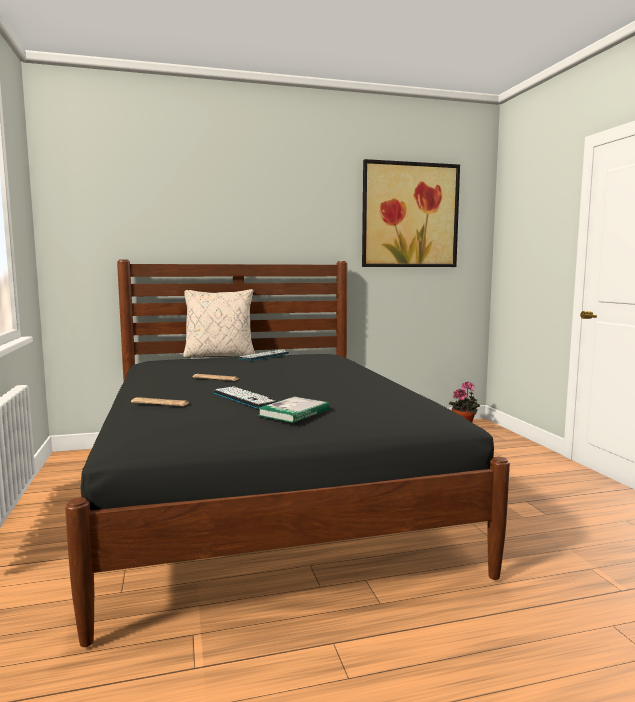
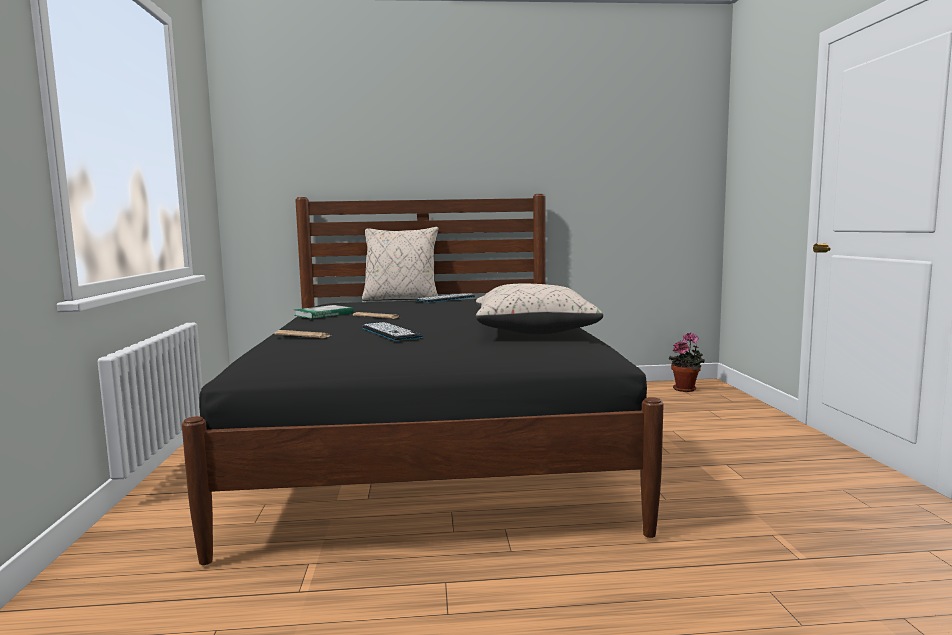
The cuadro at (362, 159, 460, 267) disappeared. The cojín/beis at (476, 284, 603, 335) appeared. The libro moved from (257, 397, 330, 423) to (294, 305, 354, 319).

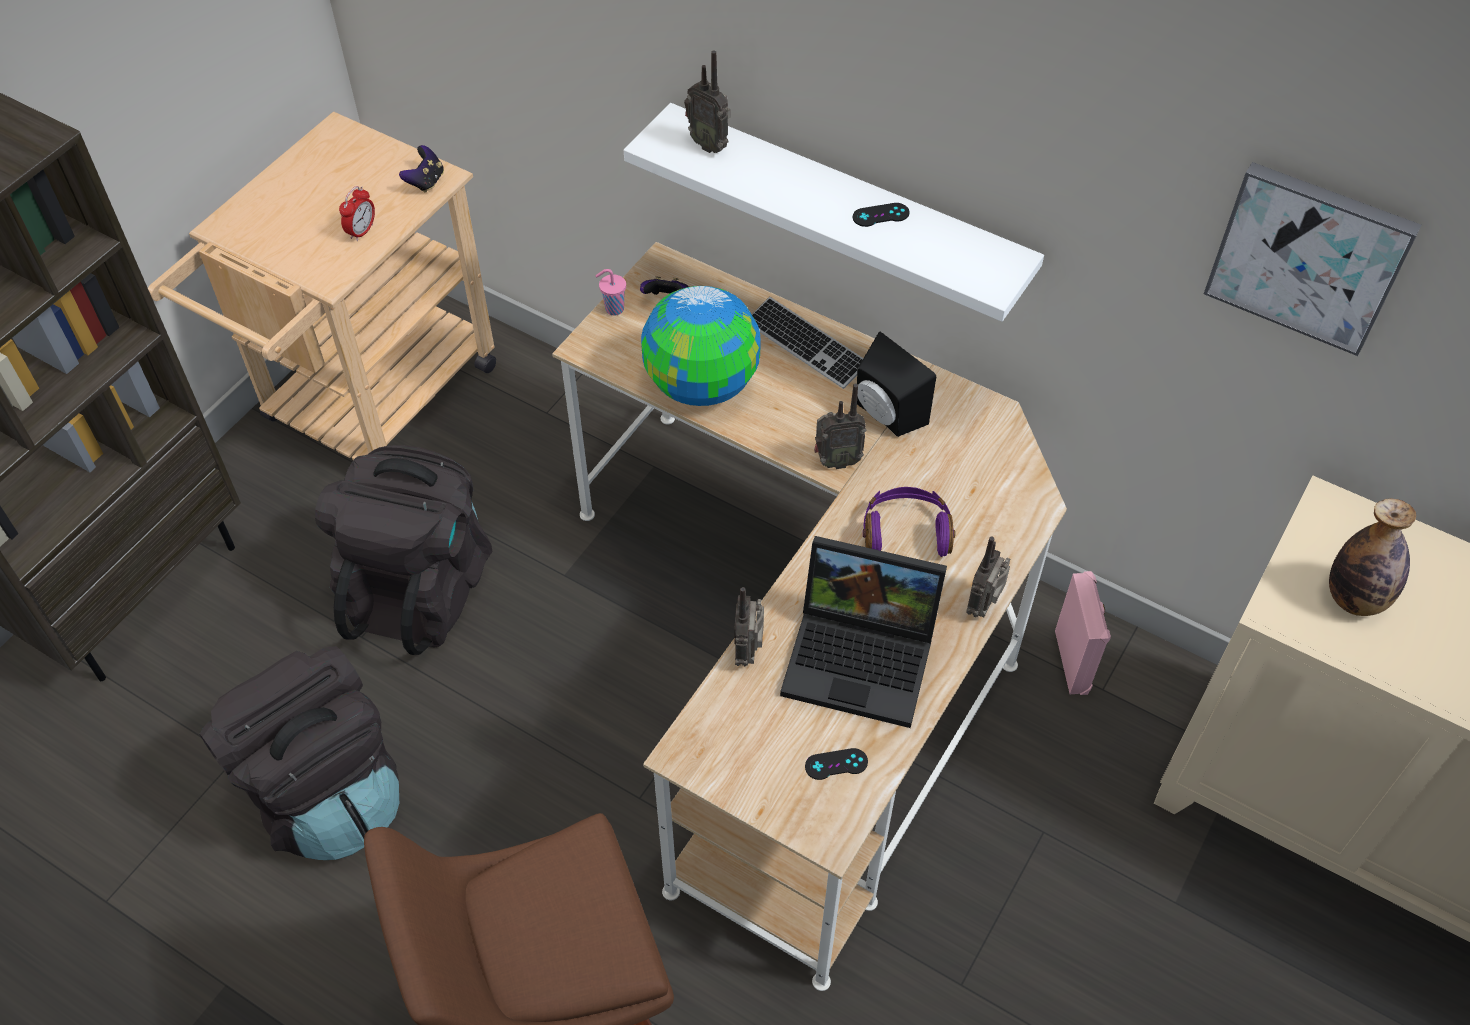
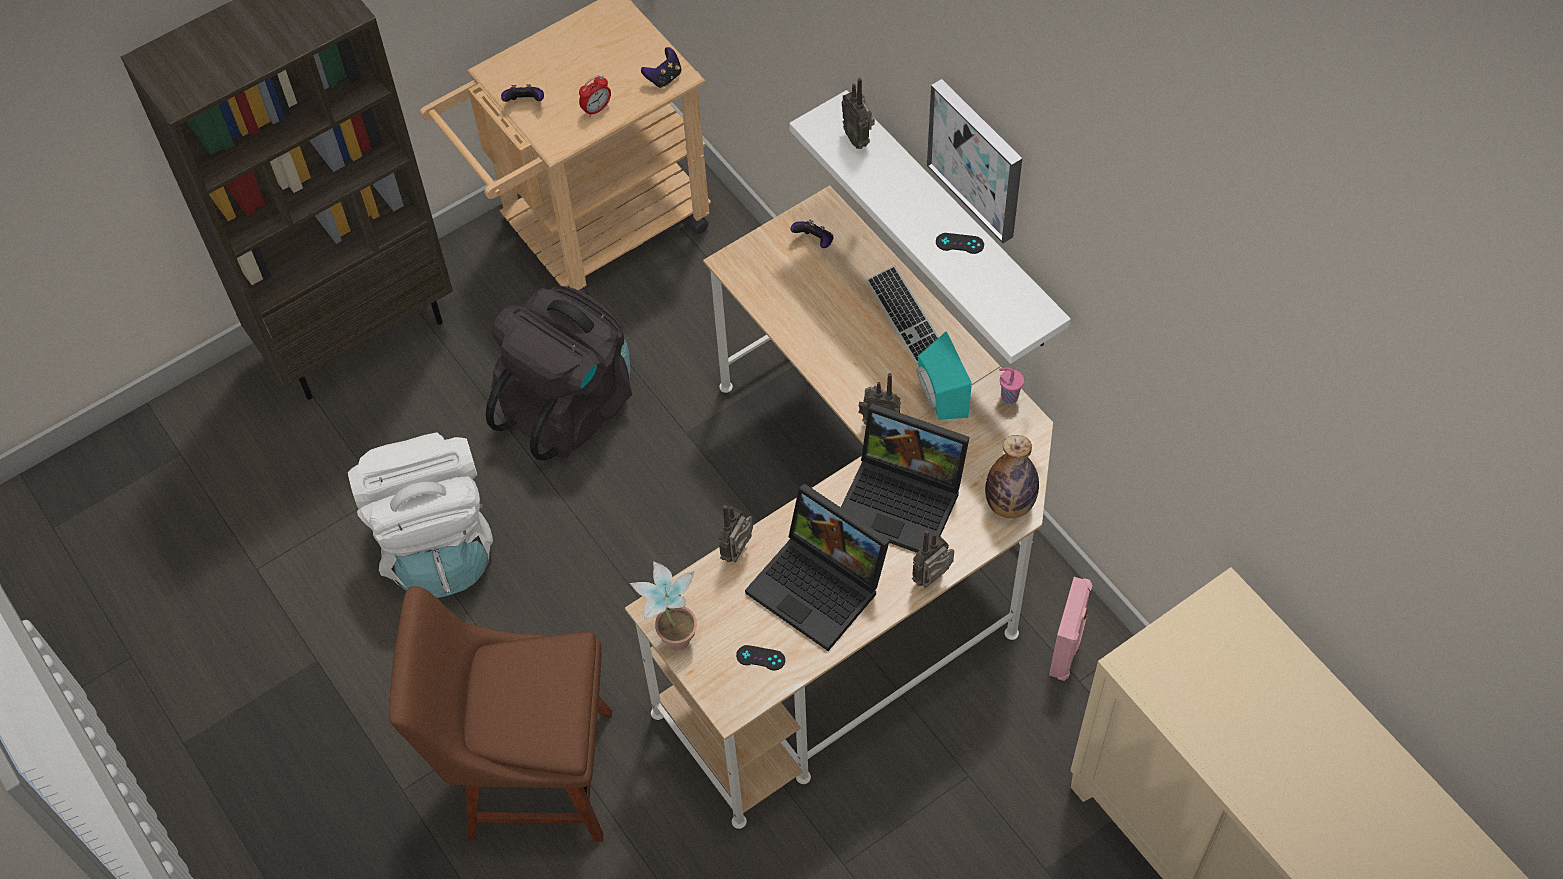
The globo terráqueo at (641, 286, 761, 406) disappeared. The mando de consola at (501, 84, 544, 102) appeared. The planta en maceta at (630, 561, 697, 650) appeared. The taza/rosa moved from (596, 269, 626, 316) to (999, 367, 1024, 404). The cuadro moved from (1204, 162, 1422, 356) to (927, 79, 1022, 243). The botella moved from (1329, 499, 1416, 616) to (985, 435, 1039, 518). The auriculares/morado at (863, 487, 955, 557) was replaced by the portátil at (841, 403, 970, 553). The mochila/negro at (200, 646, 399, 860) became the mochila/blanco at (348, 432, 493, 598). The altavoz/negro at (857, 332, 936, 437) became the altavoz/turquesa at (916, 331, 972, 420).

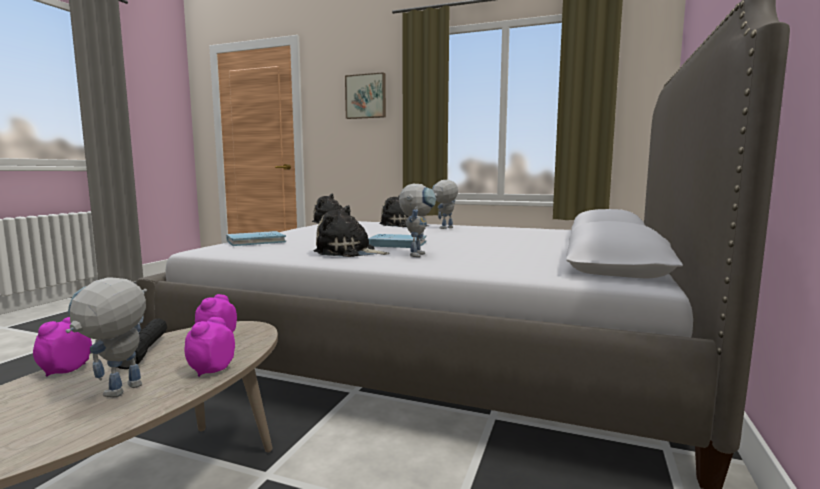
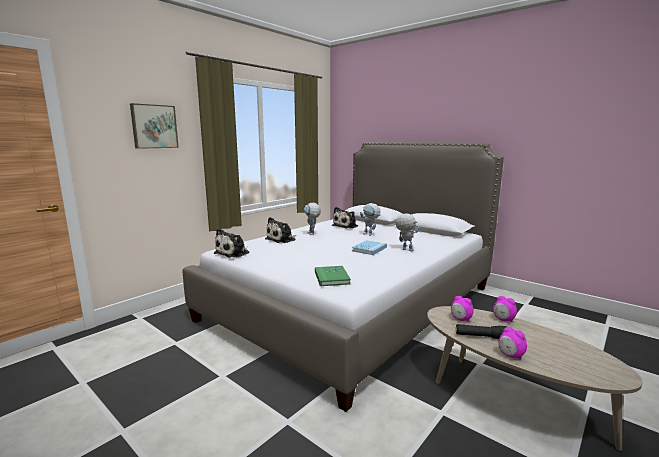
The robot de juguete moved from (66, 277, 147, 397) to (360, 203, 381, 236). The peluche moved from (314, 205, 390, 257) to (332, 207, 358, 229). The libro/azul at (226, 231, 286, 246) became the libro/verde at (315, 266, 351, 286).

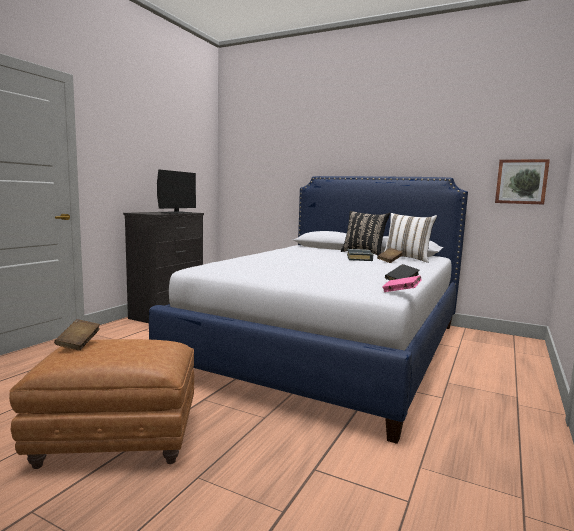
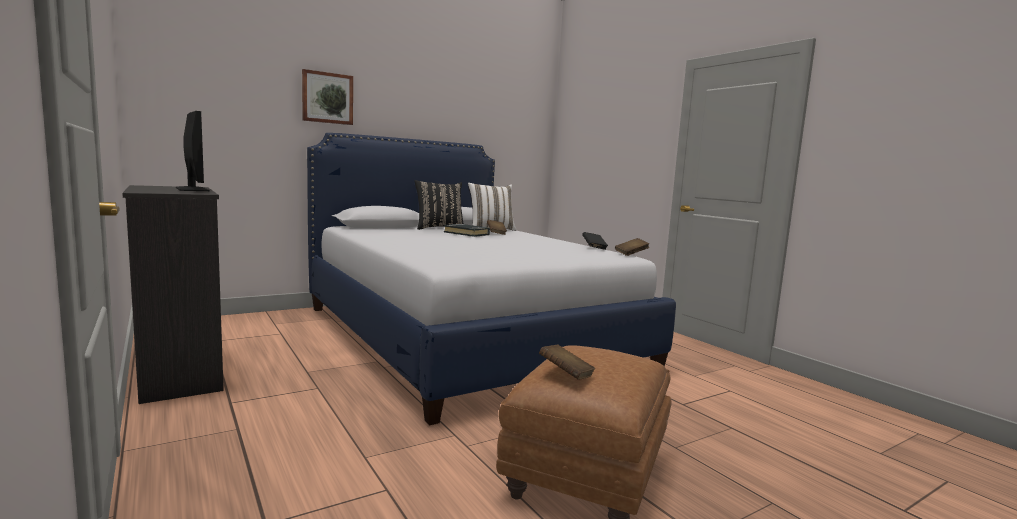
The cuadro moved from (495, 159, 550, 205) to (302, 69, 353, 125). The libro/rosa at (382, 275, 422, 292) became the libro/marrón at (615, 238, 649, 256).

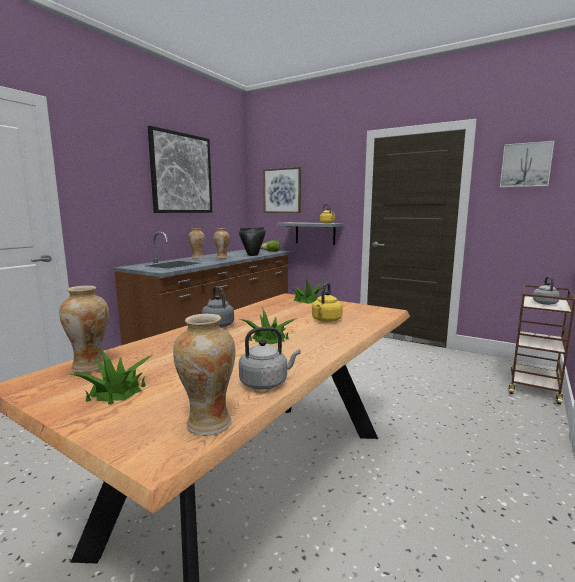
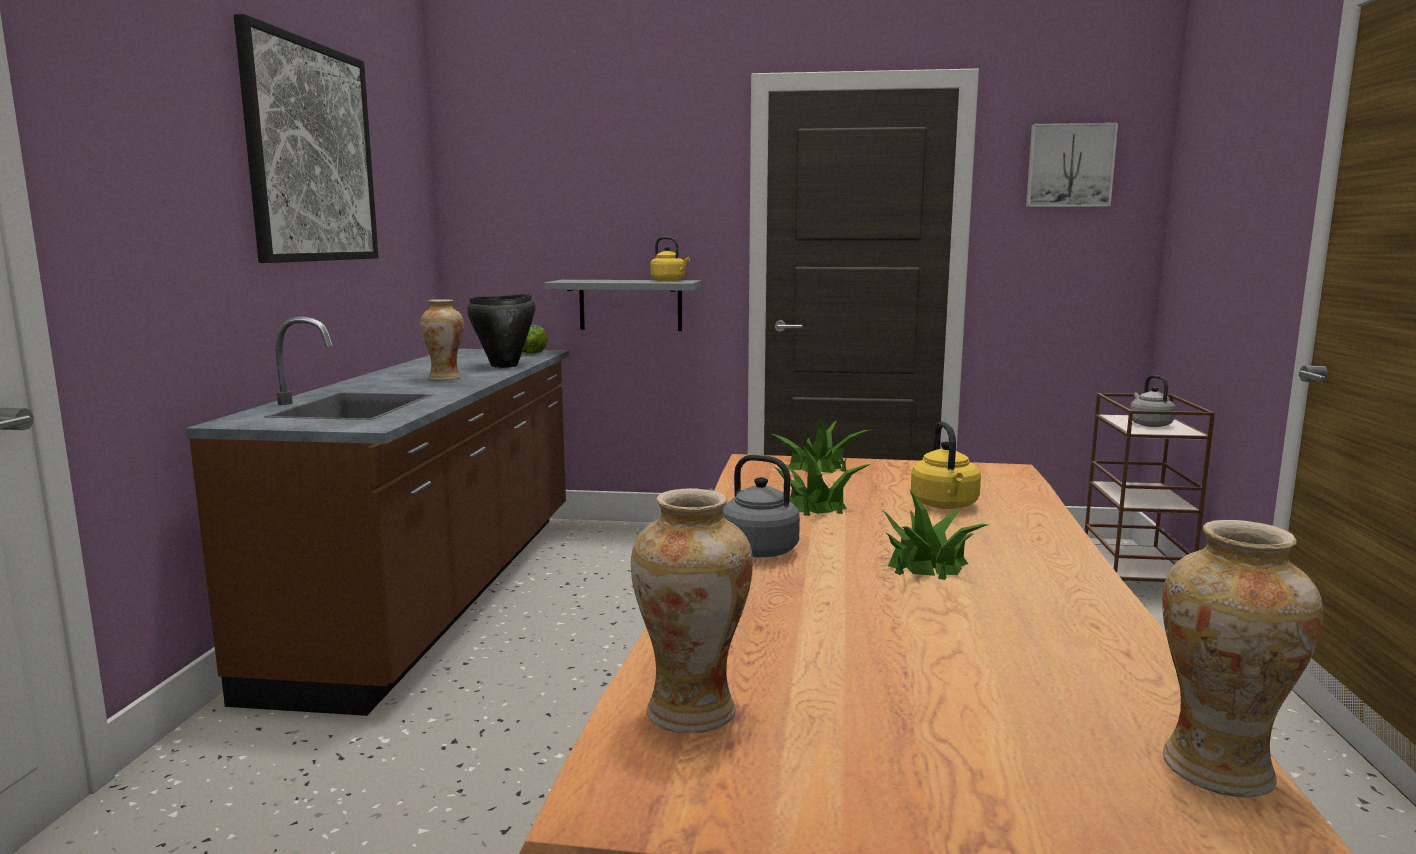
The florero at (188, 228, 205, 259) disappeared. The hervidor/gris at (239, 327, 301, 390) disappeared. The cuadro at (263, 167, 301, 213) disappeared. The planta en maceta moved from (71, 348, 152, 405) to (774, 447, 871, 516).

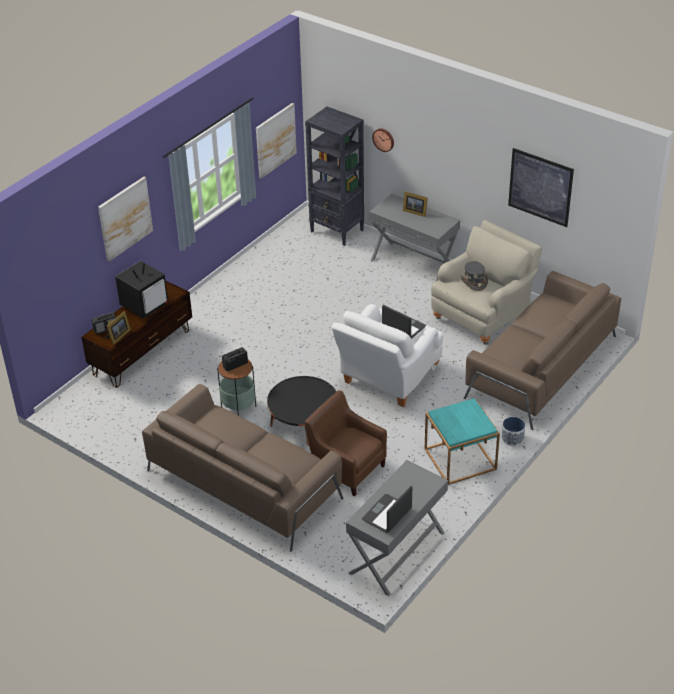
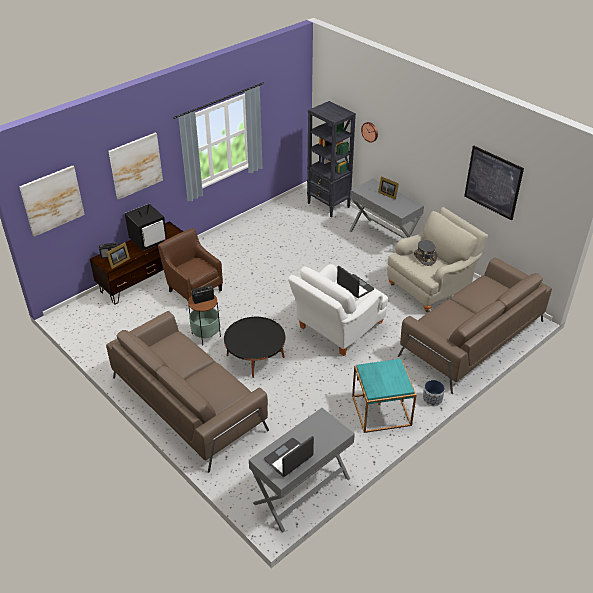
The cuadro moved from (256, 103, 297, 179) to (19, 165, 85, 237). The sillón/marrón moved from (305, 390, 387, 496) to (158, 228, 223, 301).

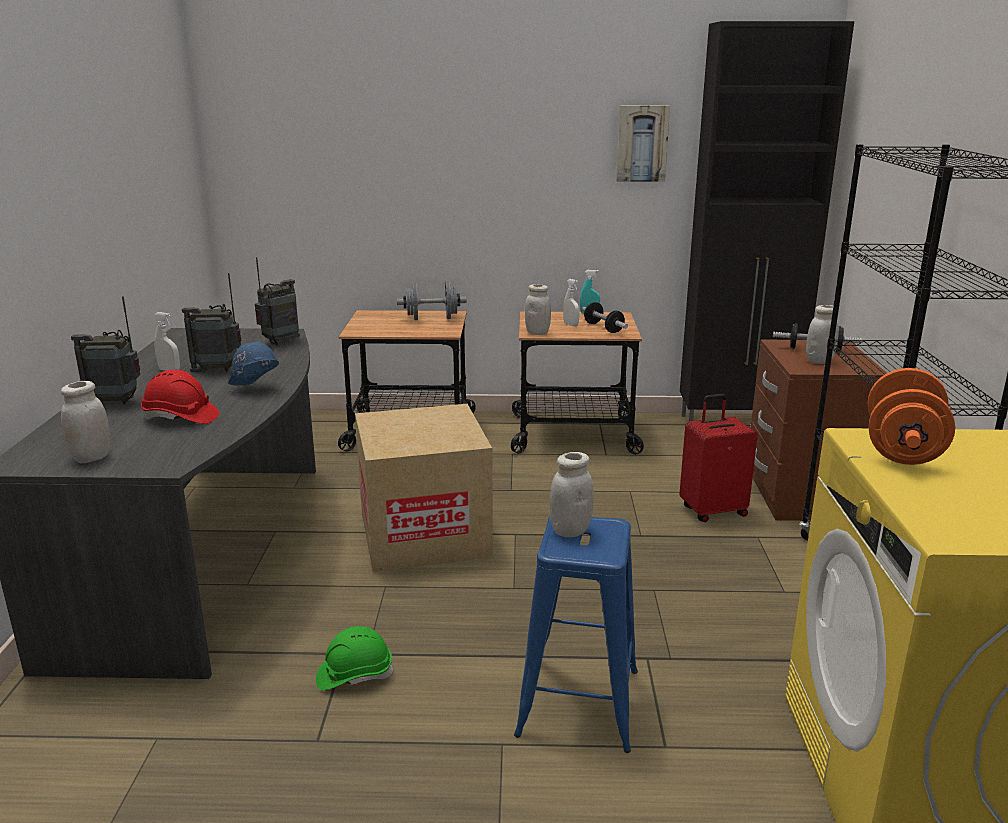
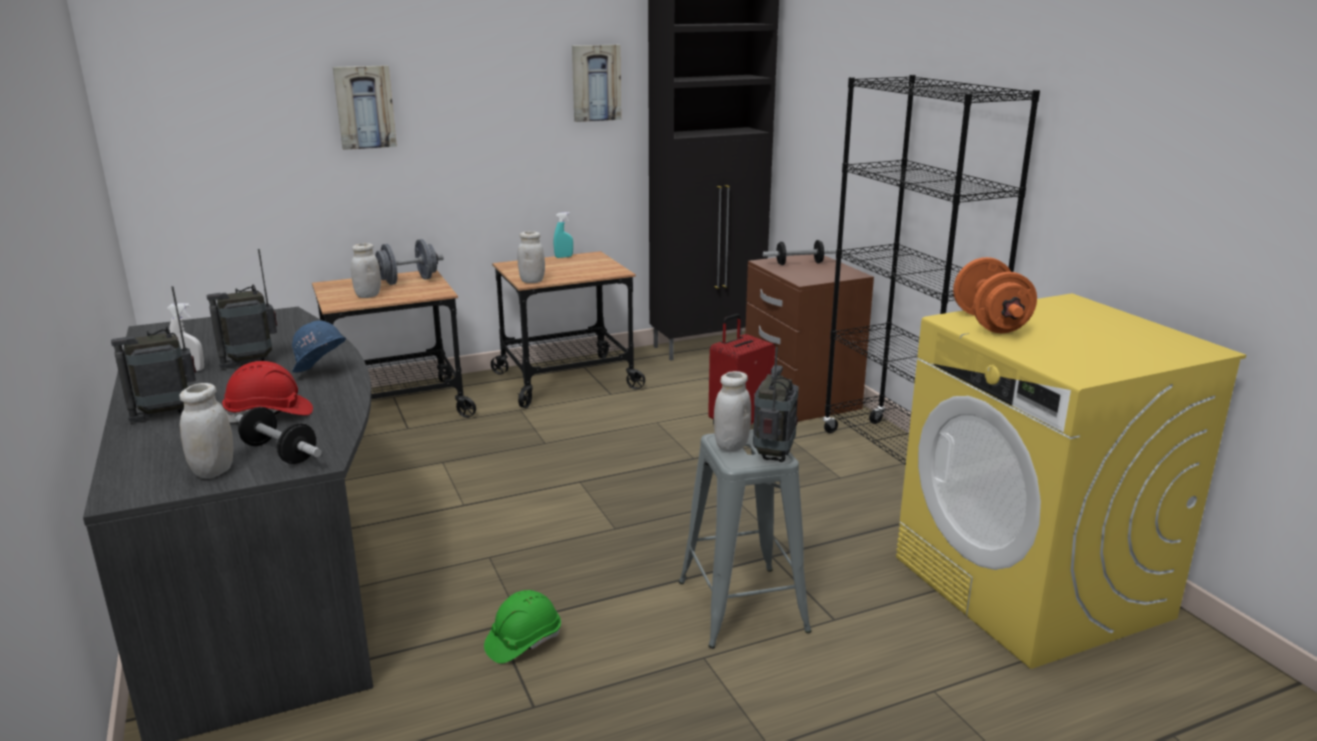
The caja de cartón at (355, 404, 493, 572) disappeared. The pulverizador/blanco at (563, 279, 580, 326) disappeared. The cuadro at (333, 65, 397, 150) appeared. The radio moved from (255, 257, 300, 345) to (753, 347, 799, 462). The mancuerna moved from (582, 302, 628, 333) to (235, 407, 322, 464). The tarro/blanco moved from (806, 305, 839, 364) to (351, 243, 381, 298). The taburete/azul at (514, 516, 638, 753) became the taburete/gris at (679, 429, 812, 649).

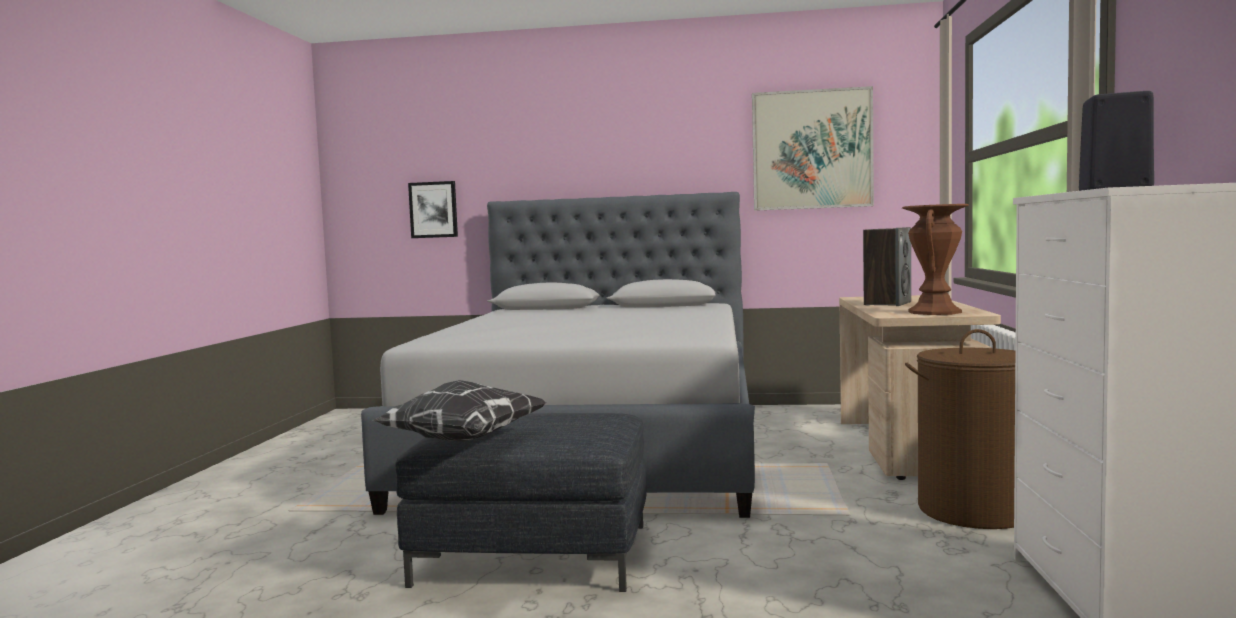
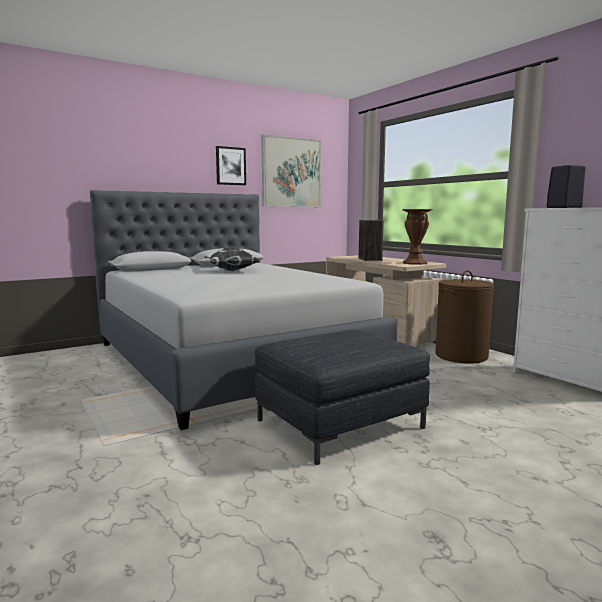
The cojín moved from (373, 380, 546, 441) to (204, 247, 260, 271). The cuadro moved from (408, 181, 458, 238) to (216, 146, 246, 185).

